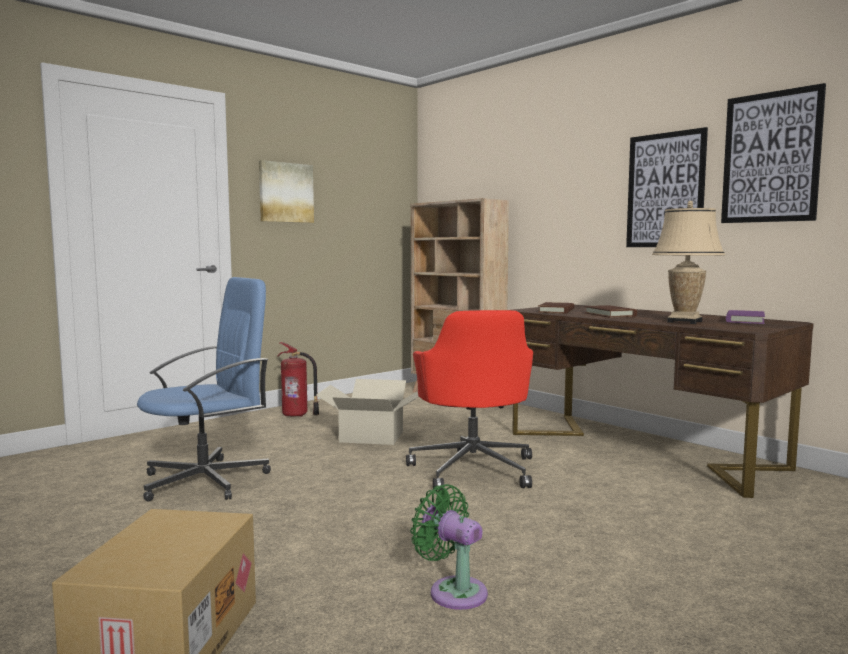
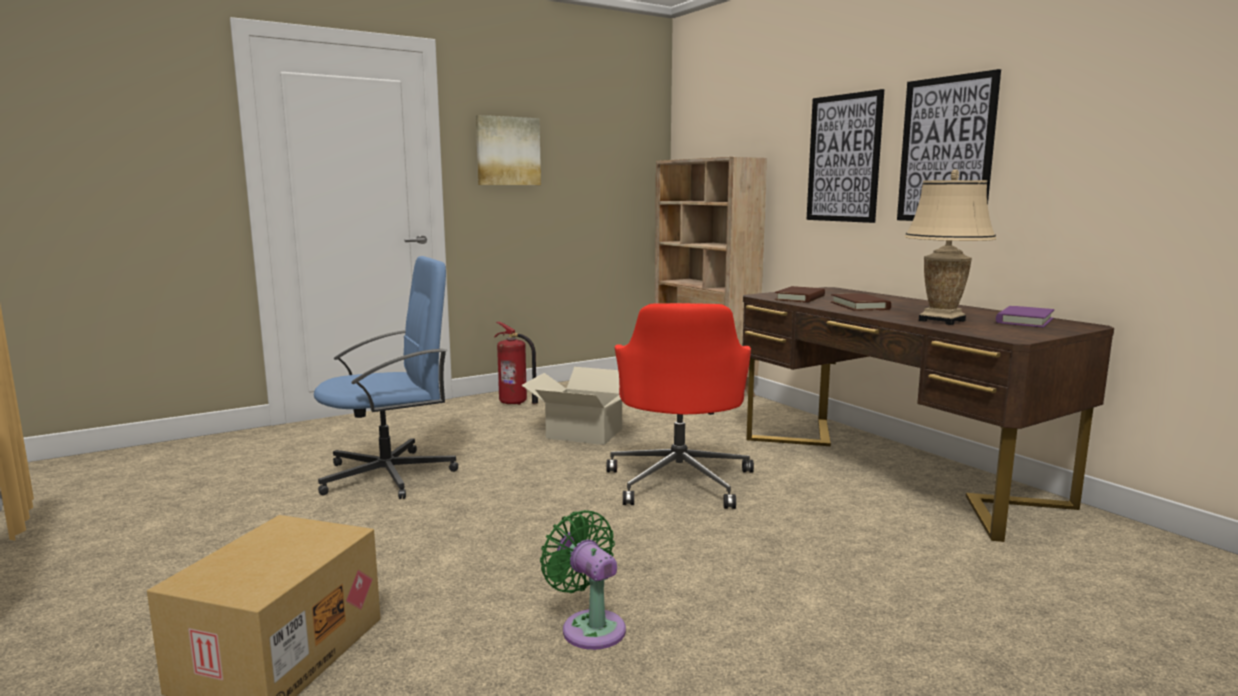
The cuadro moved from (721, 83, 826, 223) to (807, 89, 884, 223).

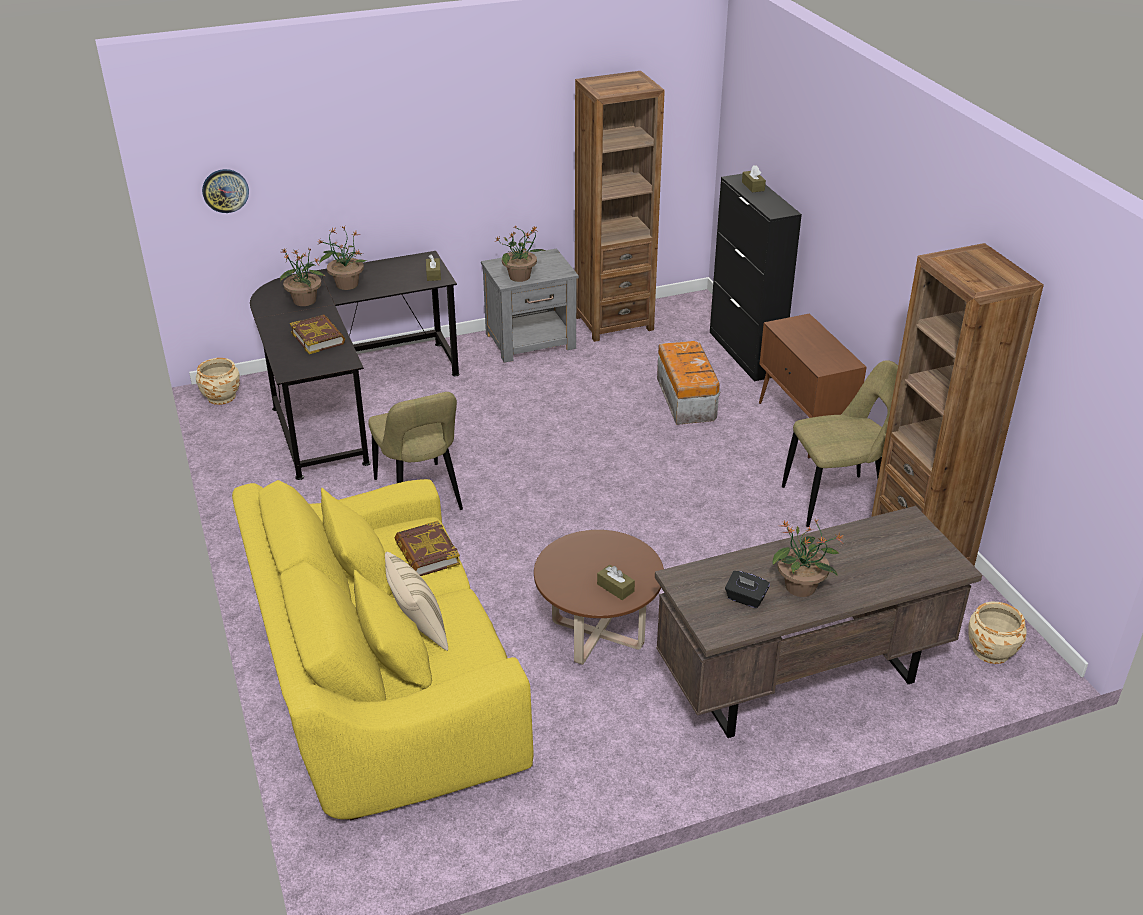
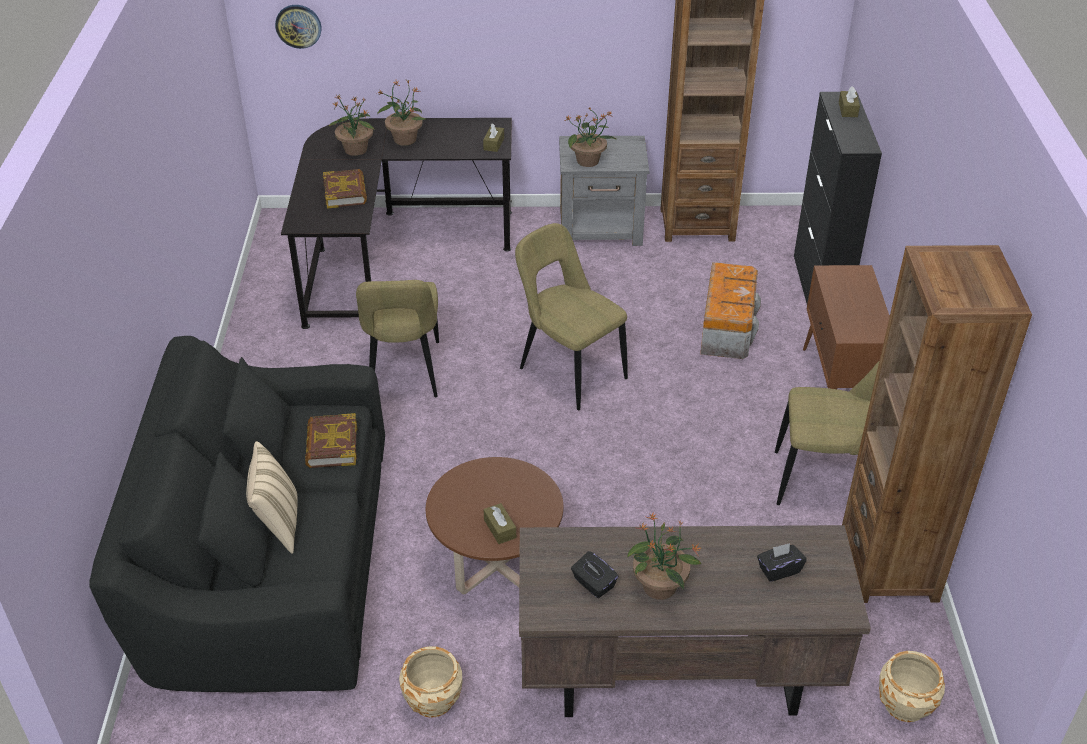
The silla/beis at (515, 223, 628, 410) appeared. The caja de pañuelos/negro at (757, 543, 807, 582) appeared. The maceta/beis moved from (196, 358, 240, 405) to (399, 646, 462, 718). The sofá/amarillo at (232, 479, 534, 821) became the sofá/negro at (89, 336, 385, 692).

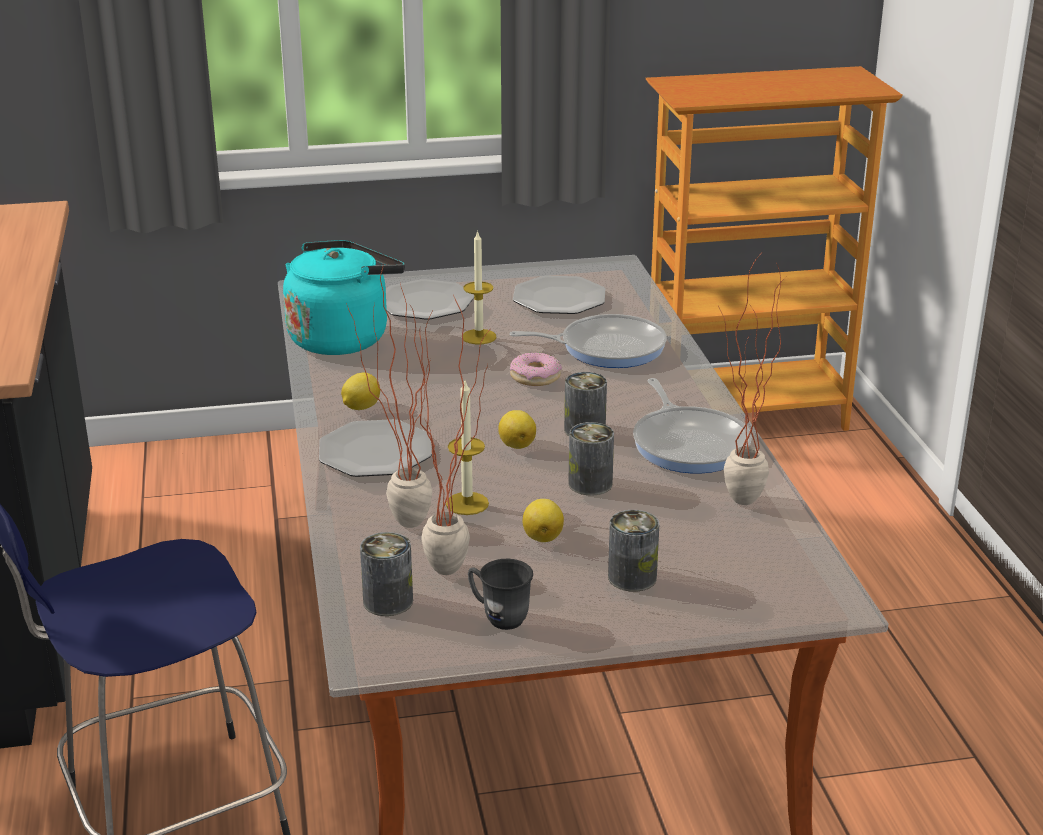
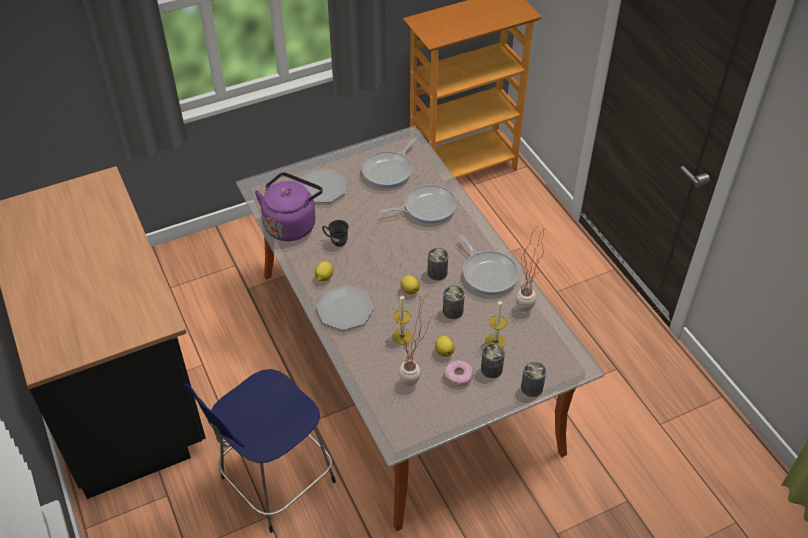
The planta en maceta at (346, 267, 432, 528) disappeared. The lata moved from (360, 532, 413, 616) to (521, 361, 546, 397). The vela moved from (463, 230, 496, 345) to (486, 299, 507, 347). The taza grande/gris moved from (468, 559, 533, 630) to (322, 220, 349, 247). The rosquilla moved from (510, 352, 562, 386) to (444, 360, 473, 386). The plato at (513, 276, 605, 314) was replaced by the sartén at (362, 138, 417, 188). The hervidor/turquesa at (283, 240, 405, 355) became the hervidor/morado at (255, 172, 323, 241).

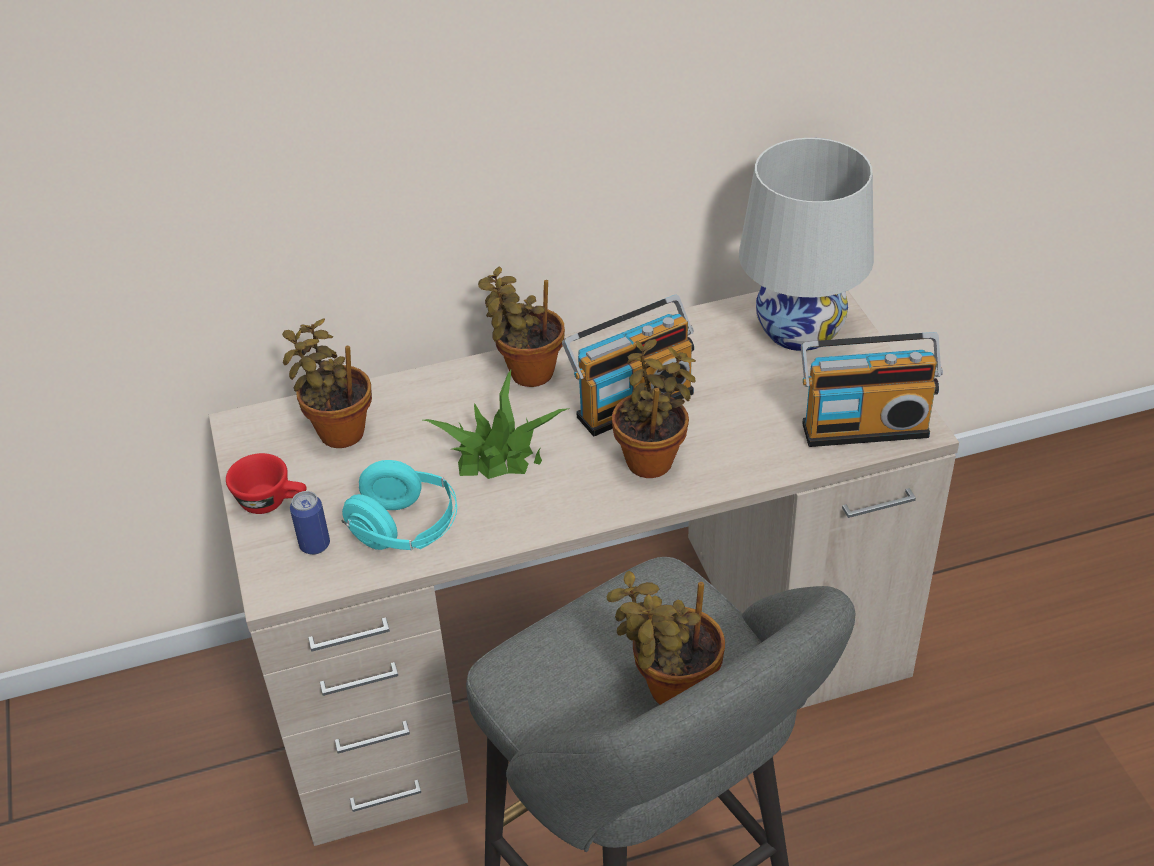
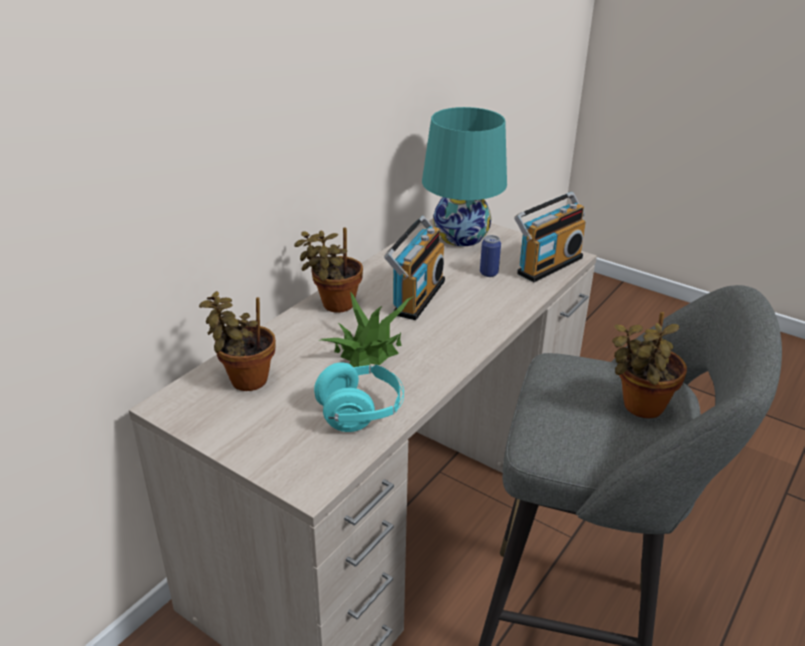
The taza/rojo at (226, 453, 307, 514) disappeared. The planta en maceta at (612, 339, 696, 478) disappeared. The lata moved from (290, 491, 330, 555) to (480, 235, 501, 277). The lámpara de mesa/blanco at (739, 138, 874, 351) became the lámpara de mesa/turquesa at (422, 107, 507, 246).

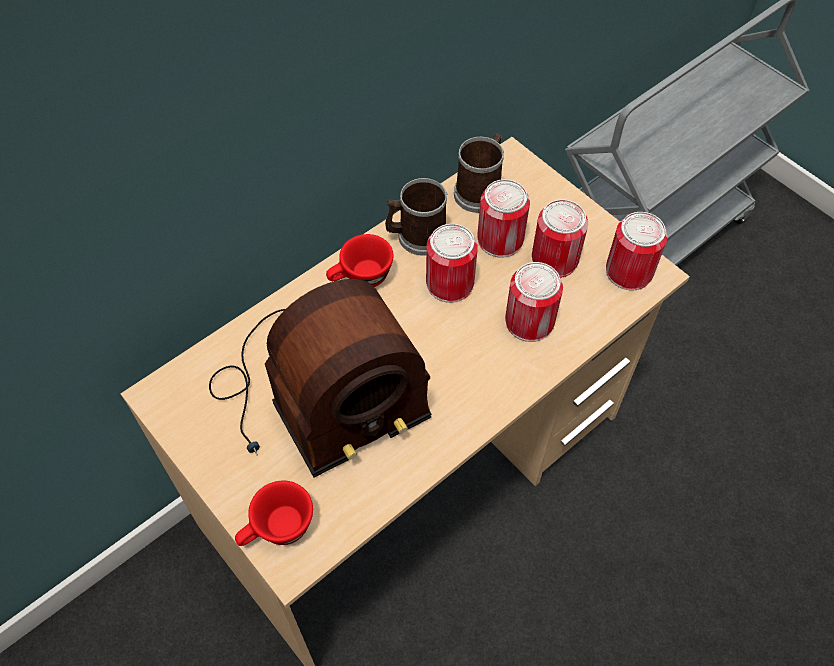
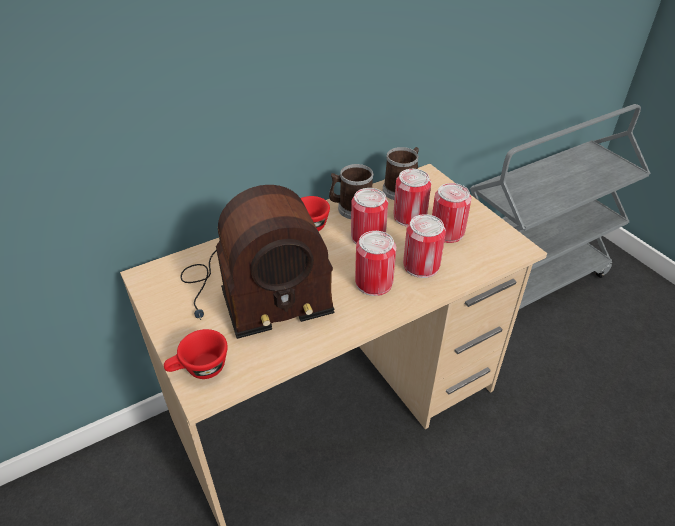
The lata moved from (606, 212, 667, 291) to (355, 231, 396, 296).

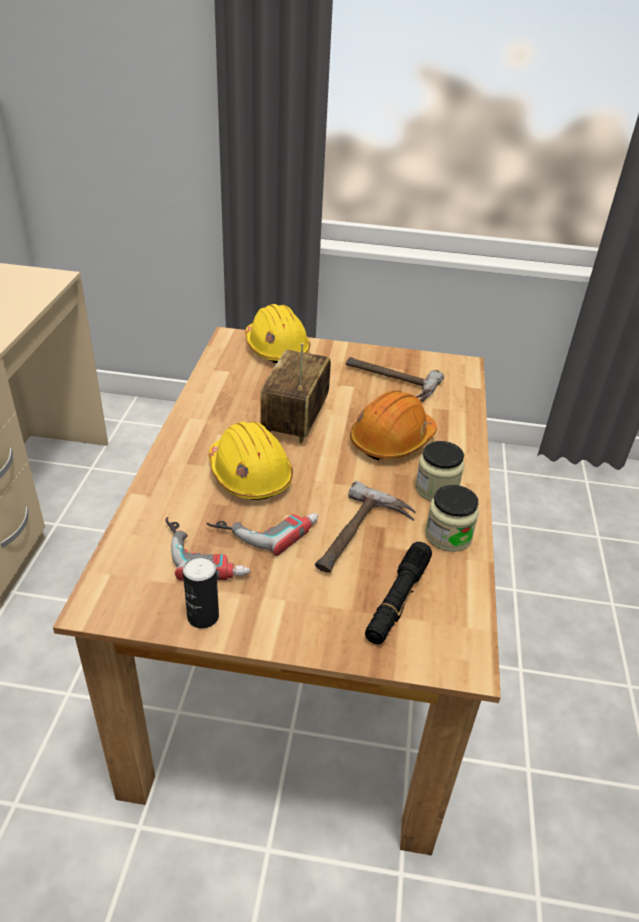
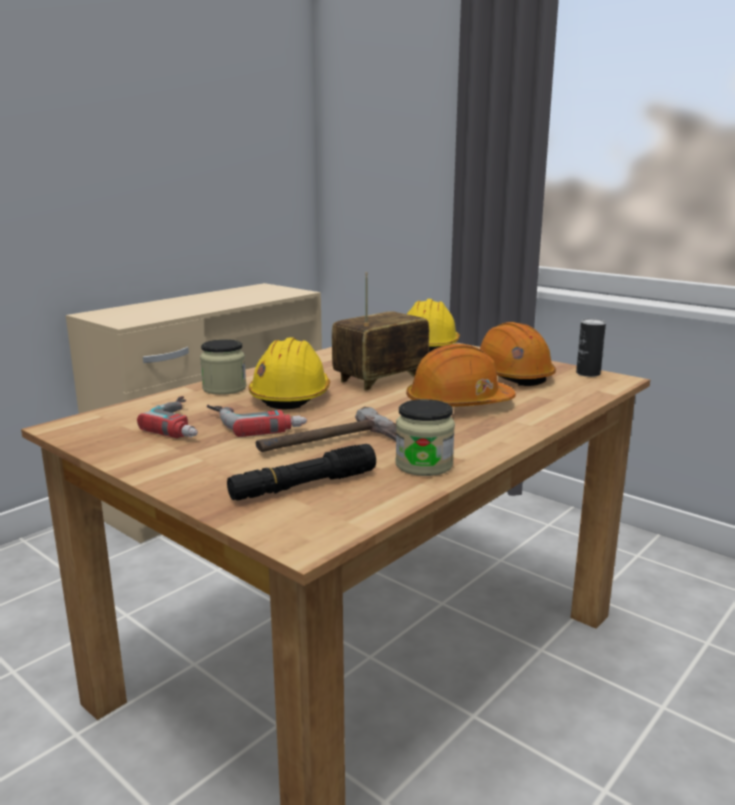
The lata moved from (183, 556, 219, 629) to (576, 318, 606, 377). The tarro moved from (415, 441, 465, 501) to (200, 339, 246, 395). The martillo at (346, 357, 444, 403) was replaced by the casco/naranja at (480, 322, 556, 386).

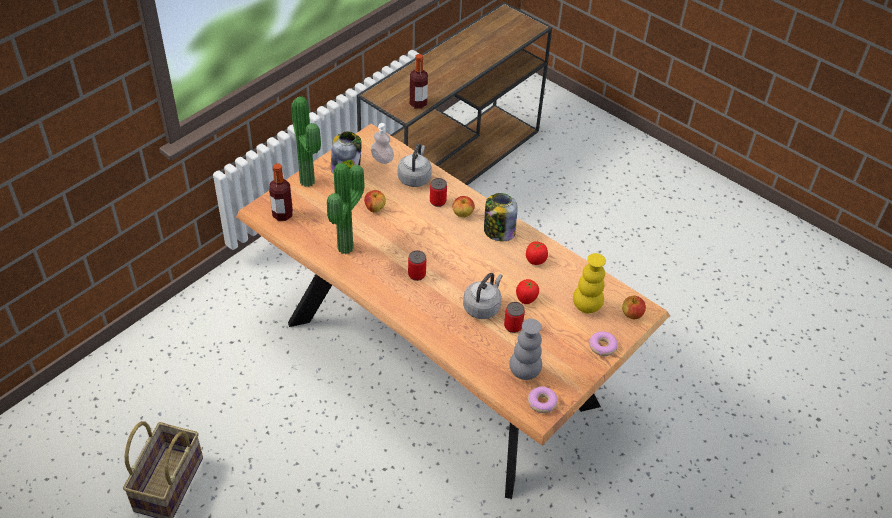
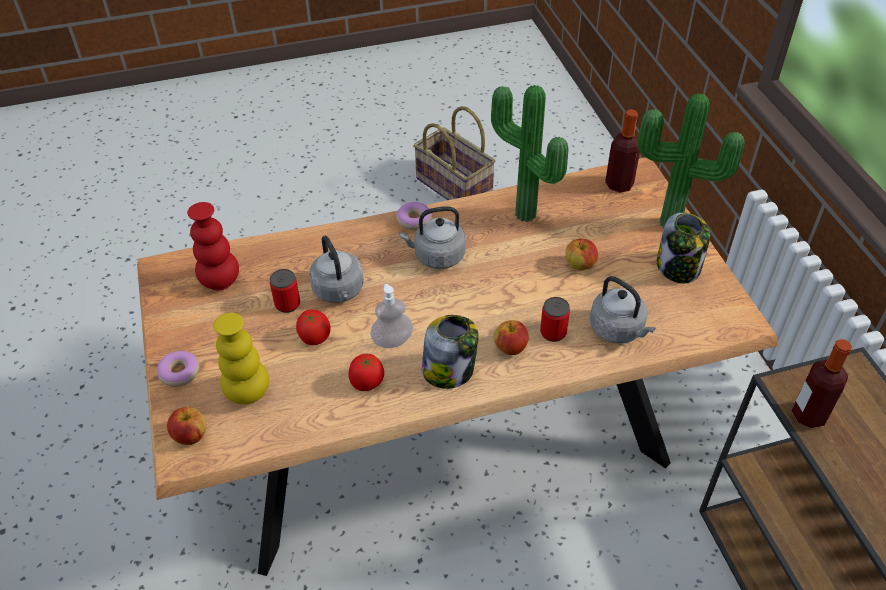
The dispensador de jabón moved from (371, 123, 394, 164) to (370, 284, 413, 348). The rosquilla moved from (528, 387, 558, 413) to (396, 202, 432, 230). The lata at (408, 250, 426, 281) was replaced by the hervidor/gris at (399, 206, 466, 269). The florero/gris at (509, 319, 542, 380) became the florero/rojo at (187, 202, 239, 291).

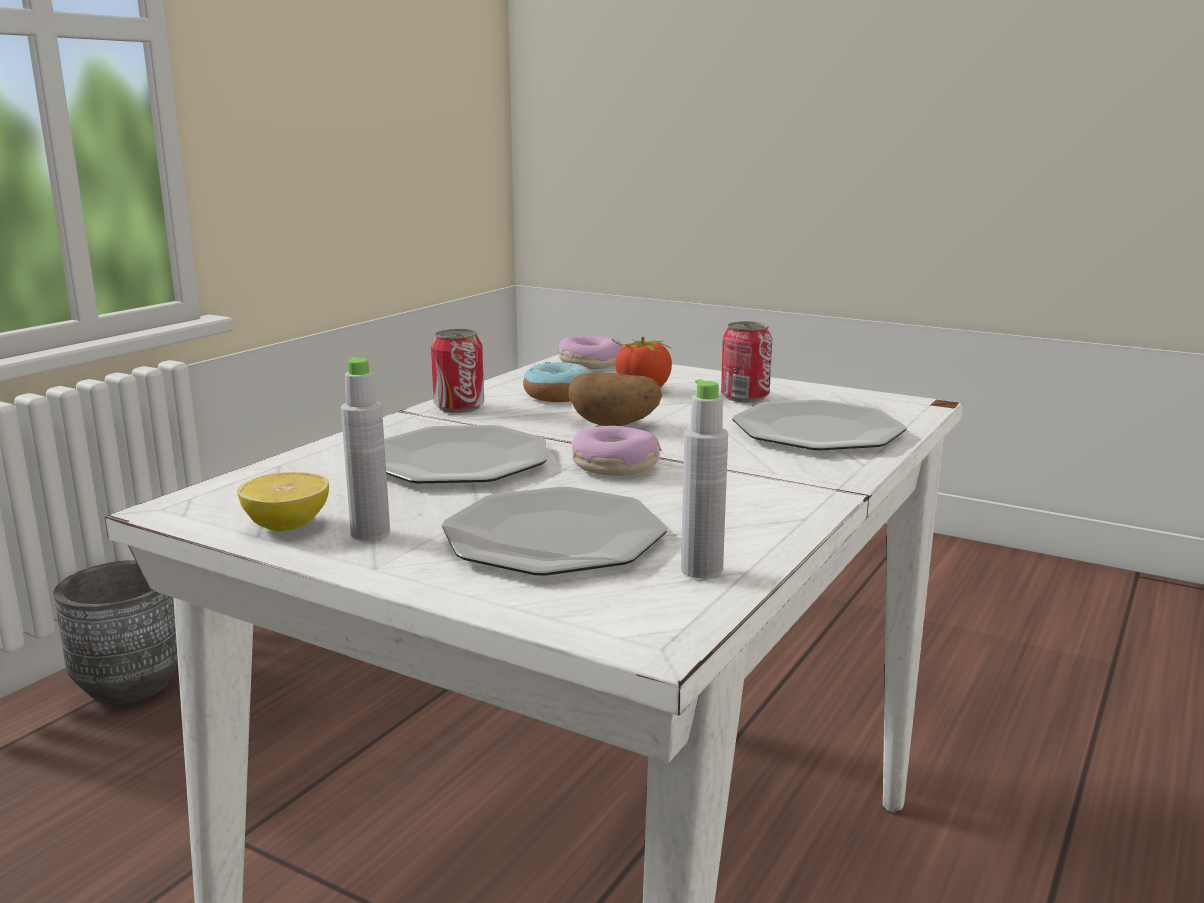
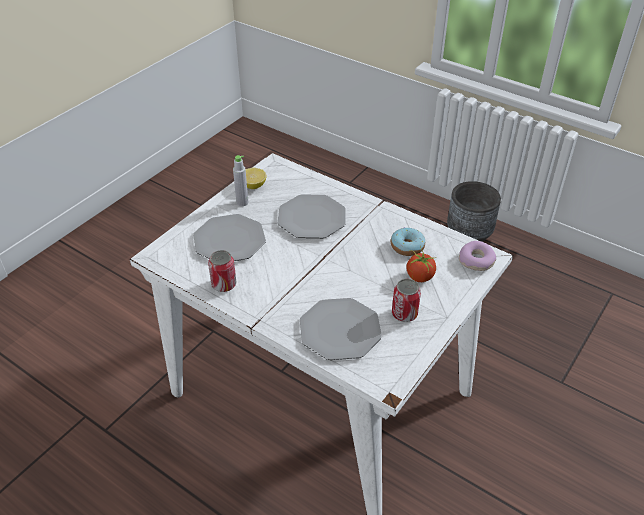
The patata at (568, 373, 662, 426) disappeared. The rosquilla at (572, 426, 662, 476) disappeared. The botella/gris at (681, 379, 728, 579) disappeared. The lata moved from (431, 329, 484, 413) to (208, 250, 236, 292).

